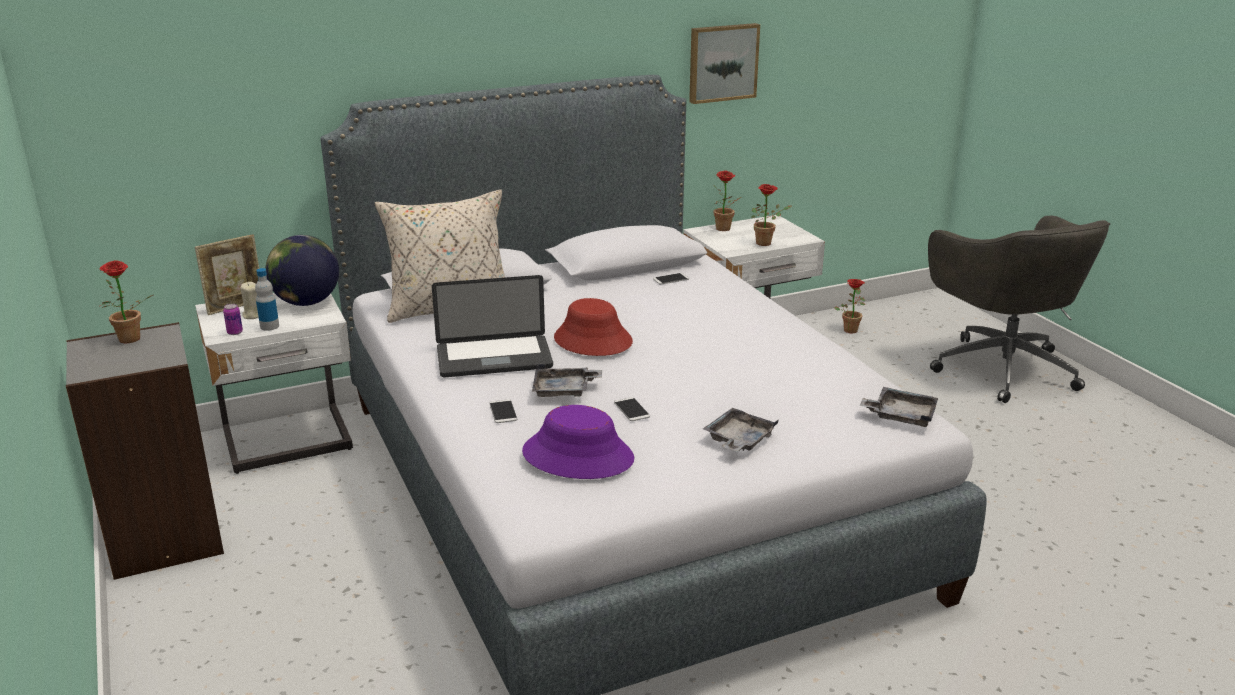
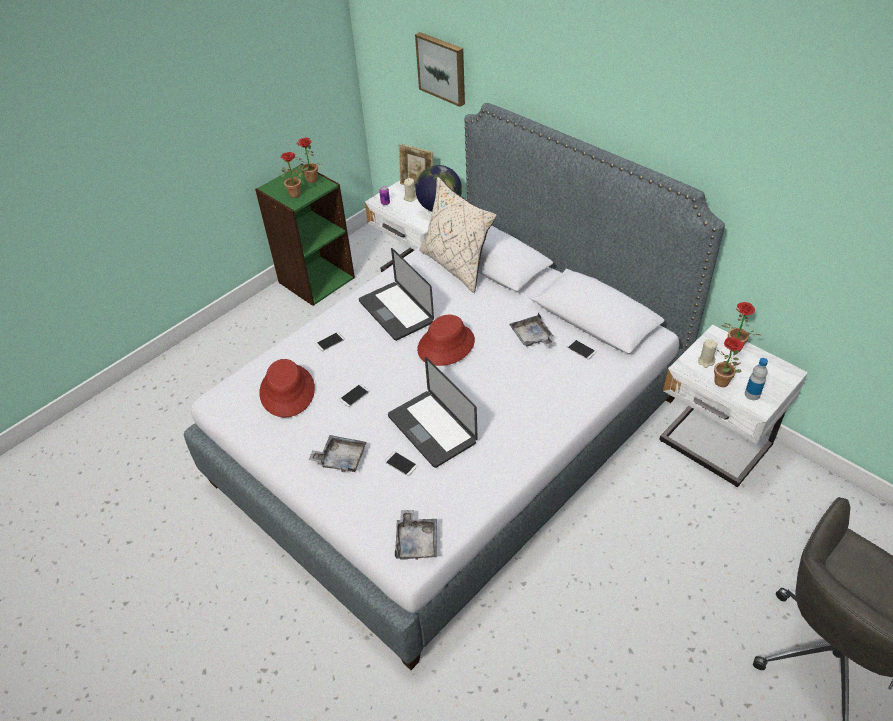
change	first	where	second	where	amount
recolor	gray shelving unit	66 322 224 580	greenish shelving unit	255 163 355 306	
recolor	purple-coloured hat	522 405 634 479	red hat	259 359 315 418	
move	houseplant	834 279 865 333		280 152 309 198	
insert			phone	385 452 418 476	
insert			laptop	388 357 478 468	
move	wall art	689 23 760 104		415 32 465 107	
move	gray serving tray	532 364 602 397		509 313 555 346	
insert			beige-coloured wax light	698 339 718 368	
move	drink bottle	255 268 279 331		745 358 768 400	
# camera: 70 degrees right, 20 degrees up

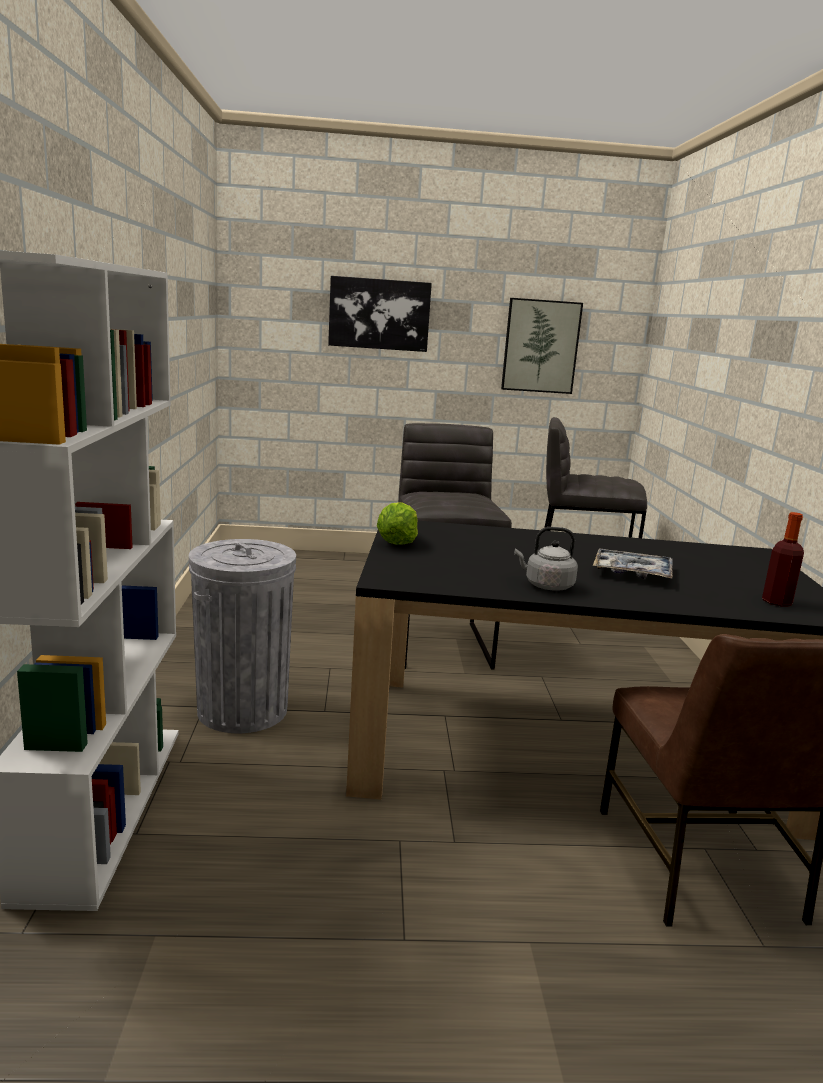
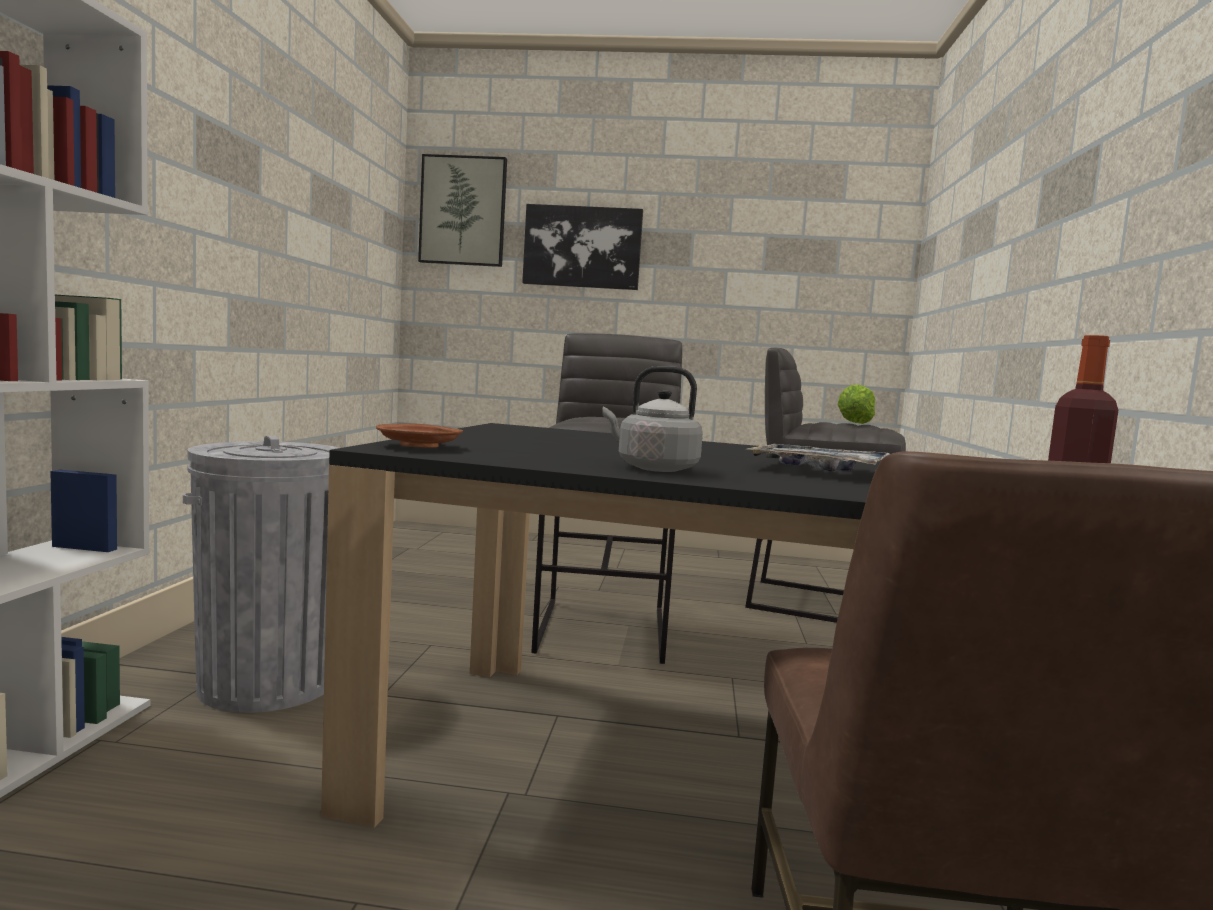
change	first	where	second	where	amount
insert			brown flat dish	376 424 463 448	
move	wall art	501 298 583 394		418 154 507 267	
move	head of lettuce	377 502 418 545		837 385 875 424	
# camera: 10 degrees right, 10 degrees down

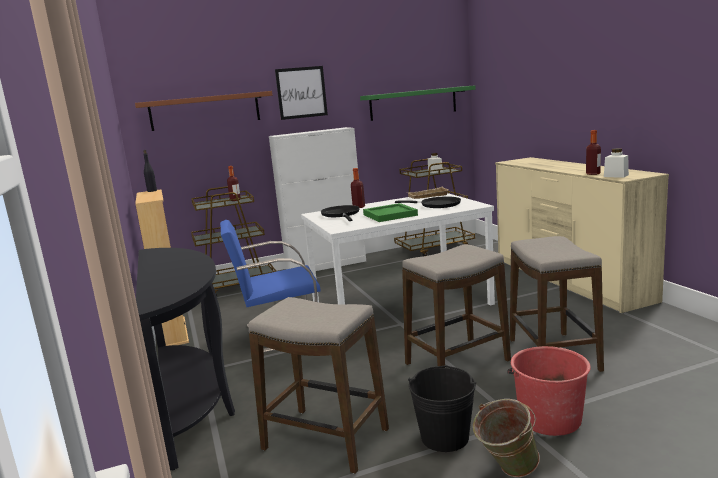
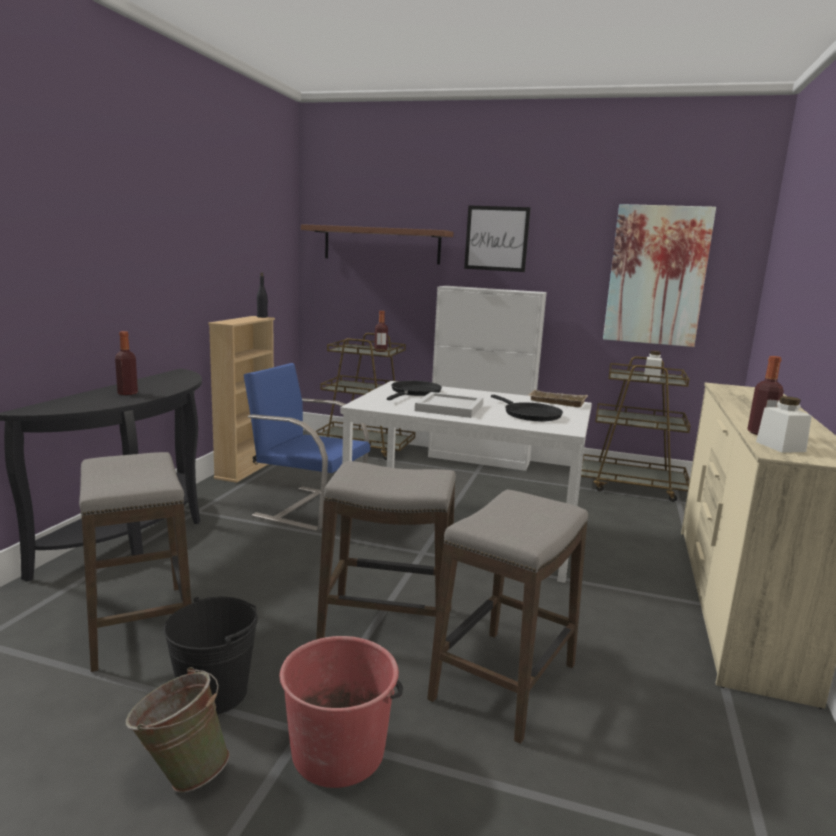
change	first	where	second	where	amount
move	drink bottle	351 168 365 208		115 331 138 395	
recolor	greenish serving tray	363 203 418 222	white serving tray	415 392 483 418	
replace	greenish wall shelf	360 85 476 121	wall art	603 204 716 347	
# camera: 35 degrees right, 0 degrees up

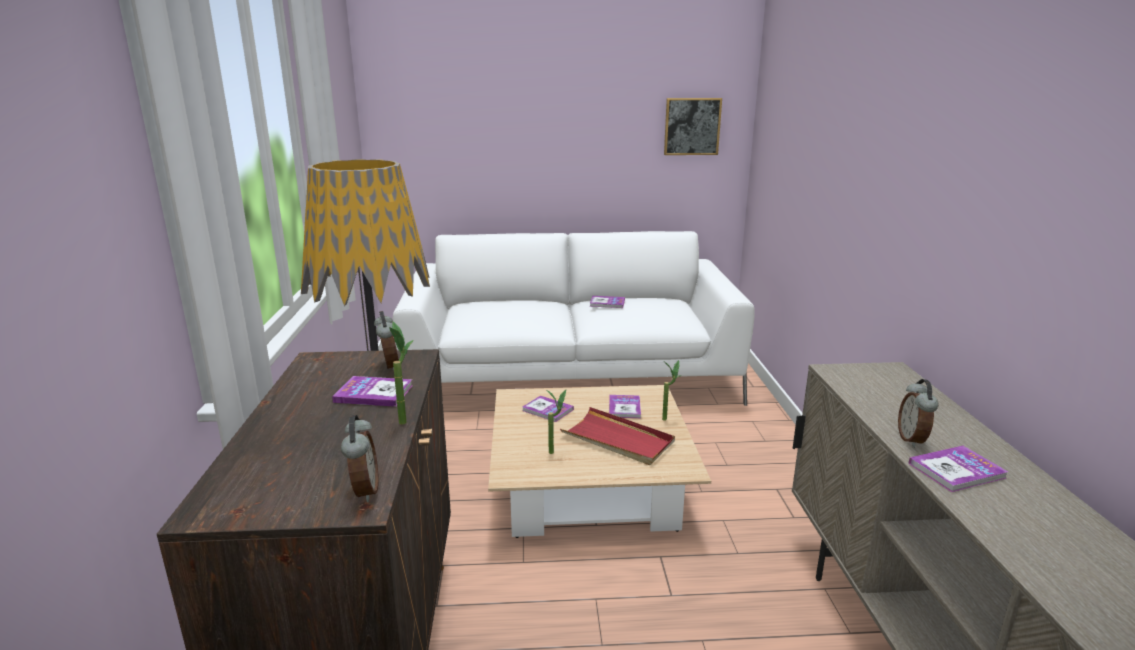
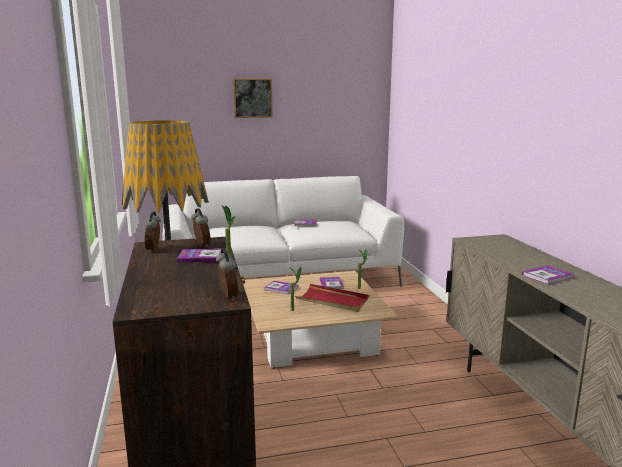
change	first	where	second	where	amount
move	bedside clock	898 379 938 448		144 212 161 253	
move	wall art	664 98 722 155		233 79 273 118	
# camera: 10 degrees left, 5 degrees down

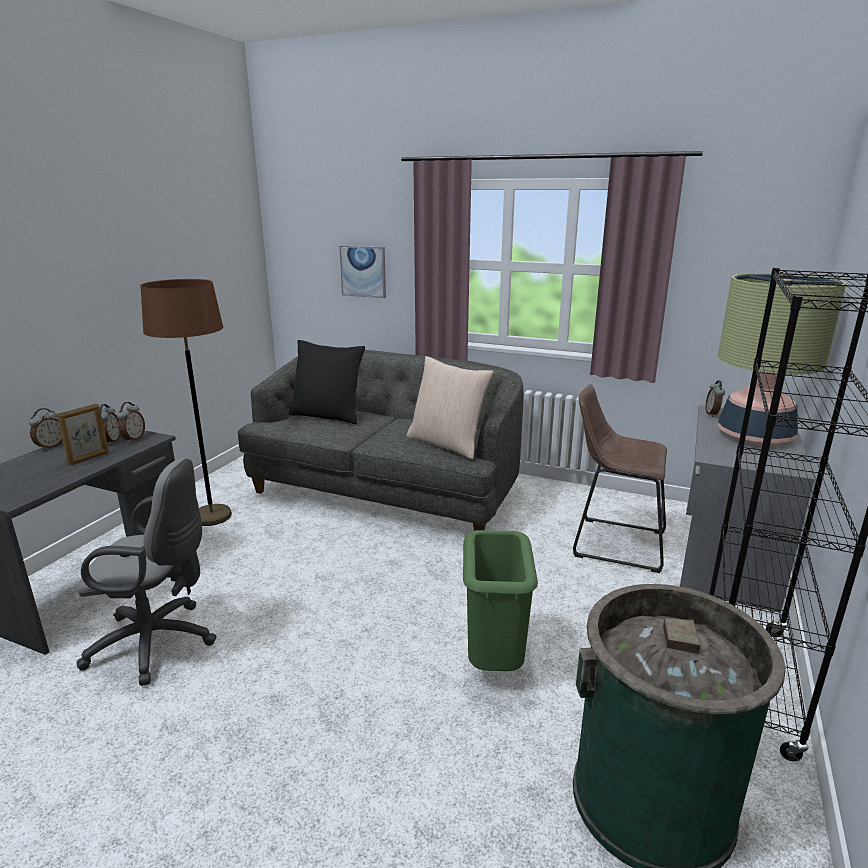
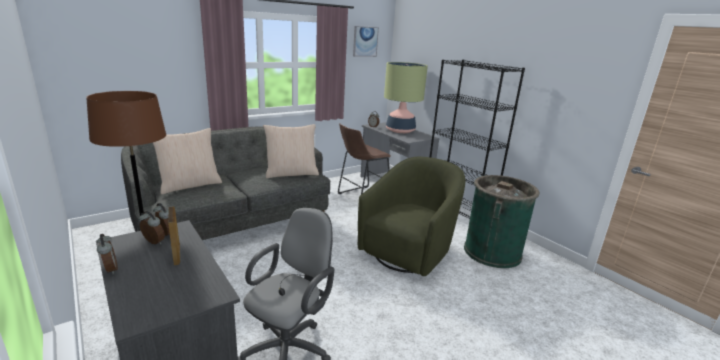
change	first	where	second	where	amount
recolor	black-coloured cushion	288 340 365 425	beige-coloured cushion	153 128 222 194	
move	wall art	339 245 386 298		353 26 379 57	
replace	greenish rubbish bin	463 530 538 671	greenish easy chair	358 157 465 276	
# camera: 60 degrees left, 0 degrees up

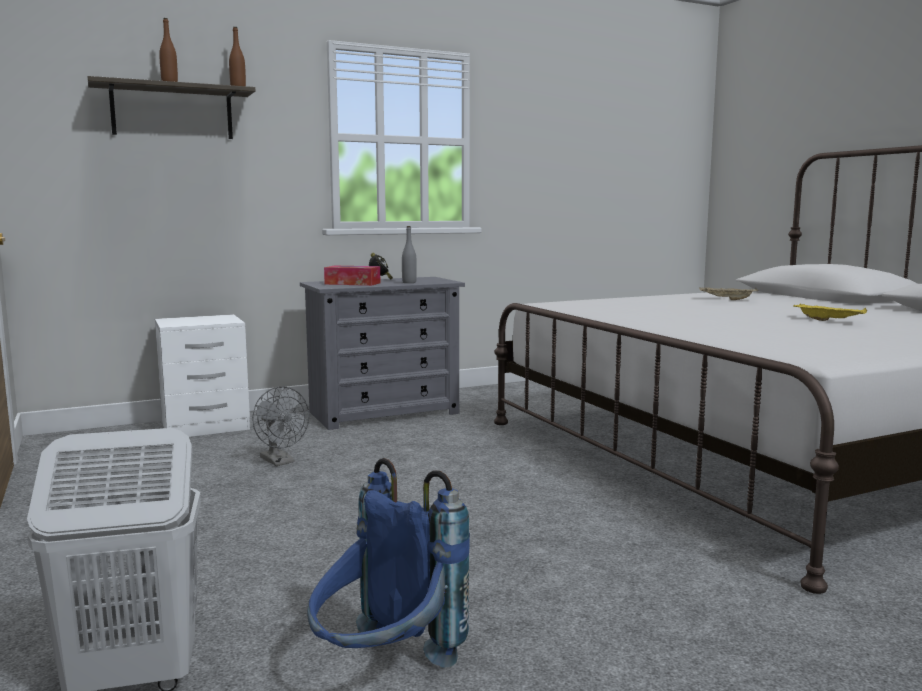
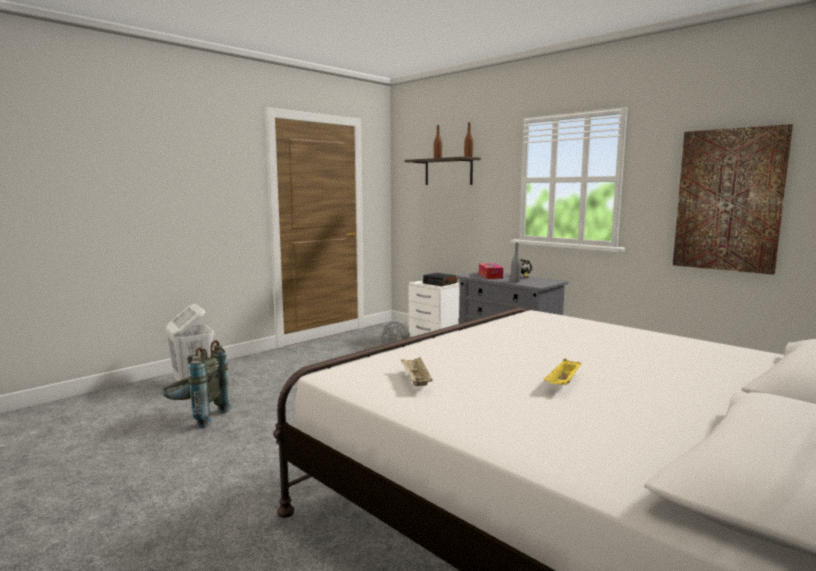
change	first	where	second	where	amount
recolor	blue-coloured backpack	307 458 470 668	gray backpack	162 340 232 429	
move	beige-coloured serving tray	699 287 758 300		401 357 433 386	
insert			bedside clock	423 273 457 286	
insert			wall art	673 124 793 275	
# camera: 70 degrees right, 0 degrees up

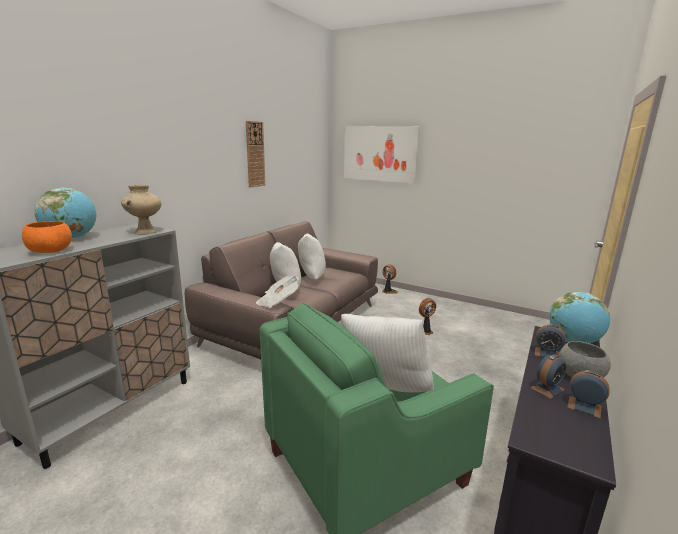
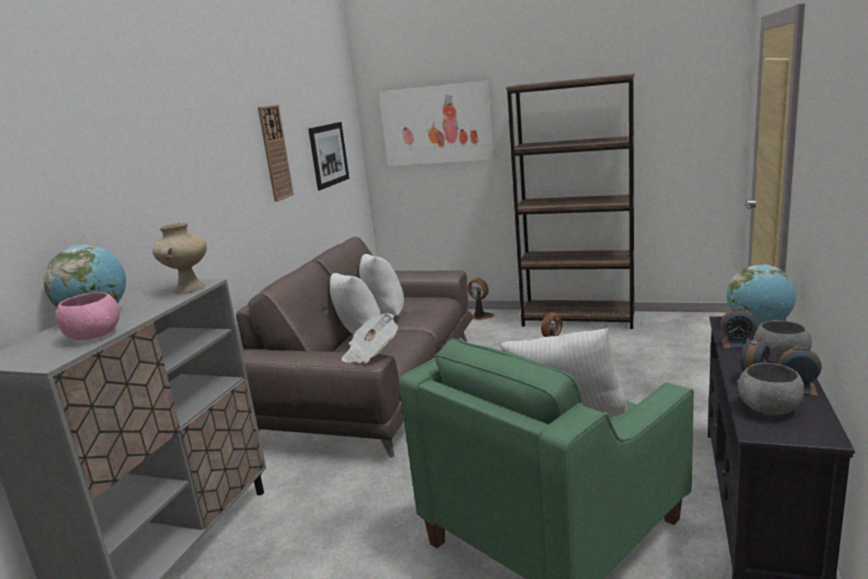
change	first	where	second	where	amount
recolor	orange-coloured serving bowl	22 221 72 253	pink serving bowl	55 292 120 340	
insert			wall art	308 122 349 190	
insert			brown shelving unit	506 74 634 329	
insert			gray serving bowl	738 363 804 415	
# camera: 10 degrees left, 0 degrees up

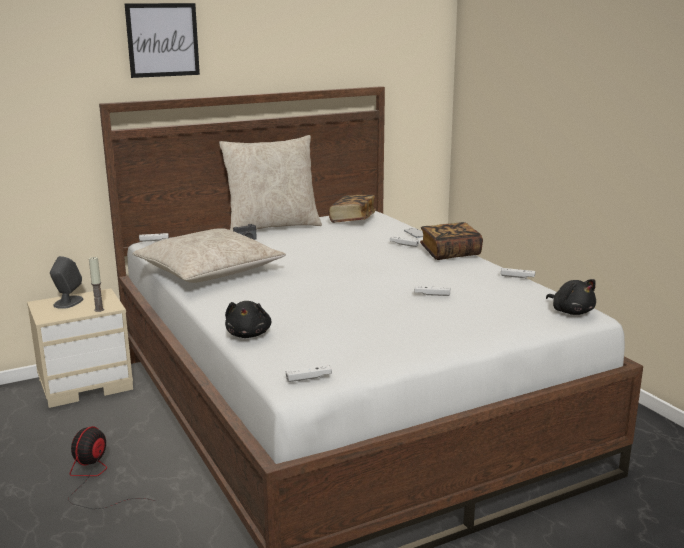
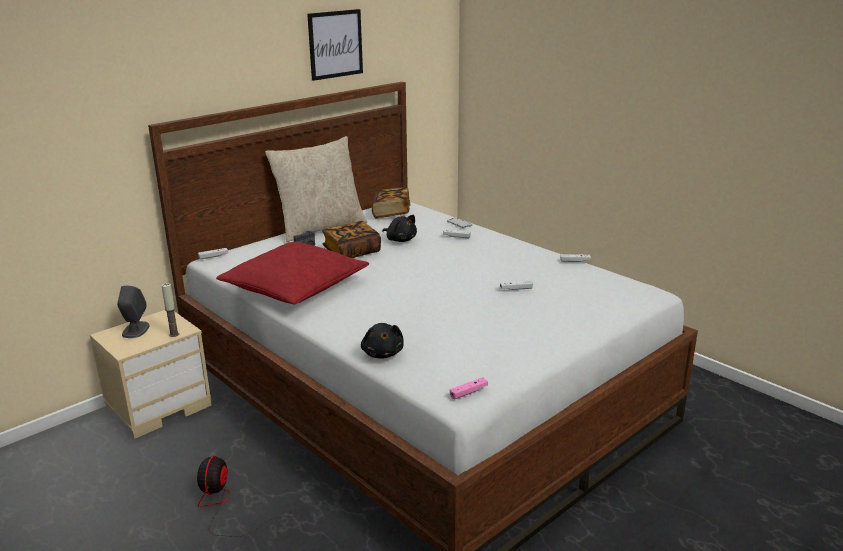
change	first	where	second	where	amount
recolor	beige-coloured cushion	133 228 286 283	red cushion	216 242 369 304	
move	wall art	125 3 200 78		307 9 363 81	
move	volume	420 222 483 260		322 221 381 258	
move	black-coloured cuddly toy	546 279 596 315		382 215 417 242	
recolor	white gamepad	286 365 332 382	pink gamepad	450 377 488 399	
# camera: 15 degrees left, 5 degrees up

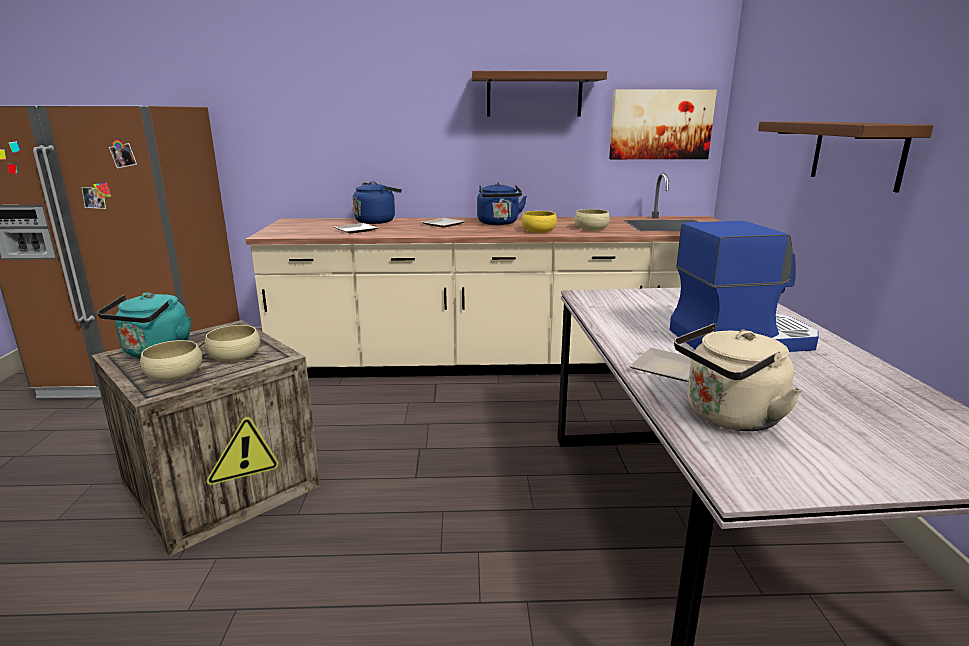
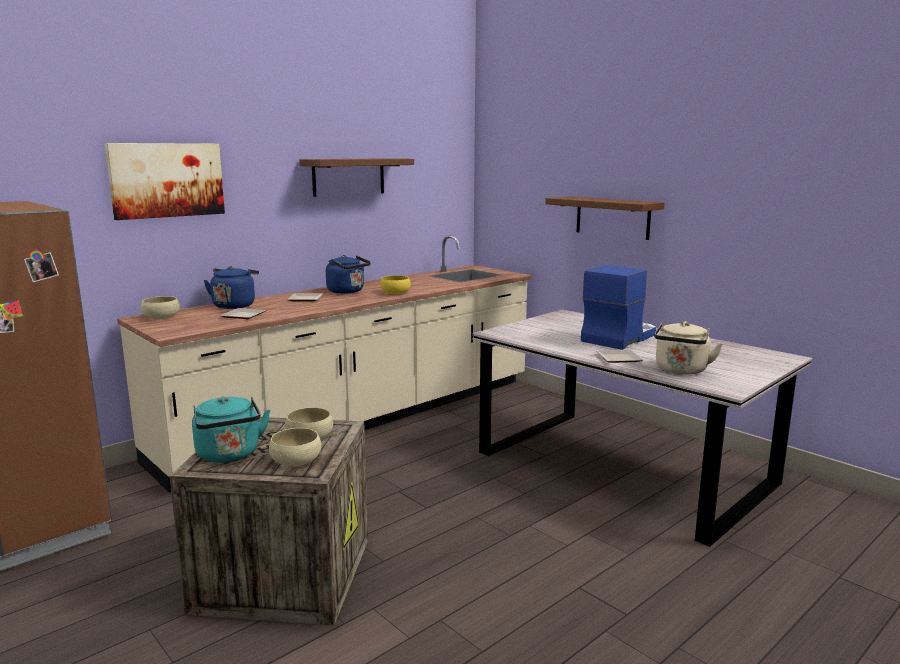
change	first	where	second	where	amount
move	wall art	609 90 717 159		105 143 225 220	
move	beige-coloured serving bowl	574 209 610 230		141 296 180 319	
# camera: 40 degrees left, 5 degrees down

